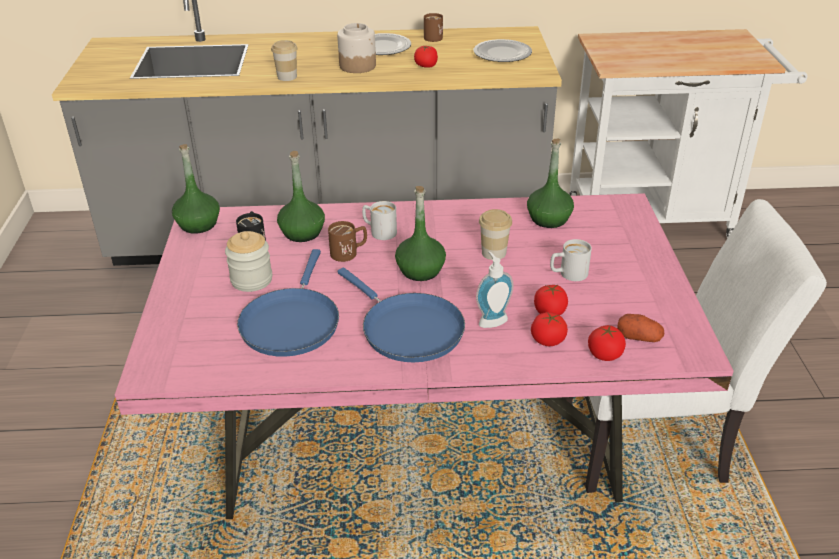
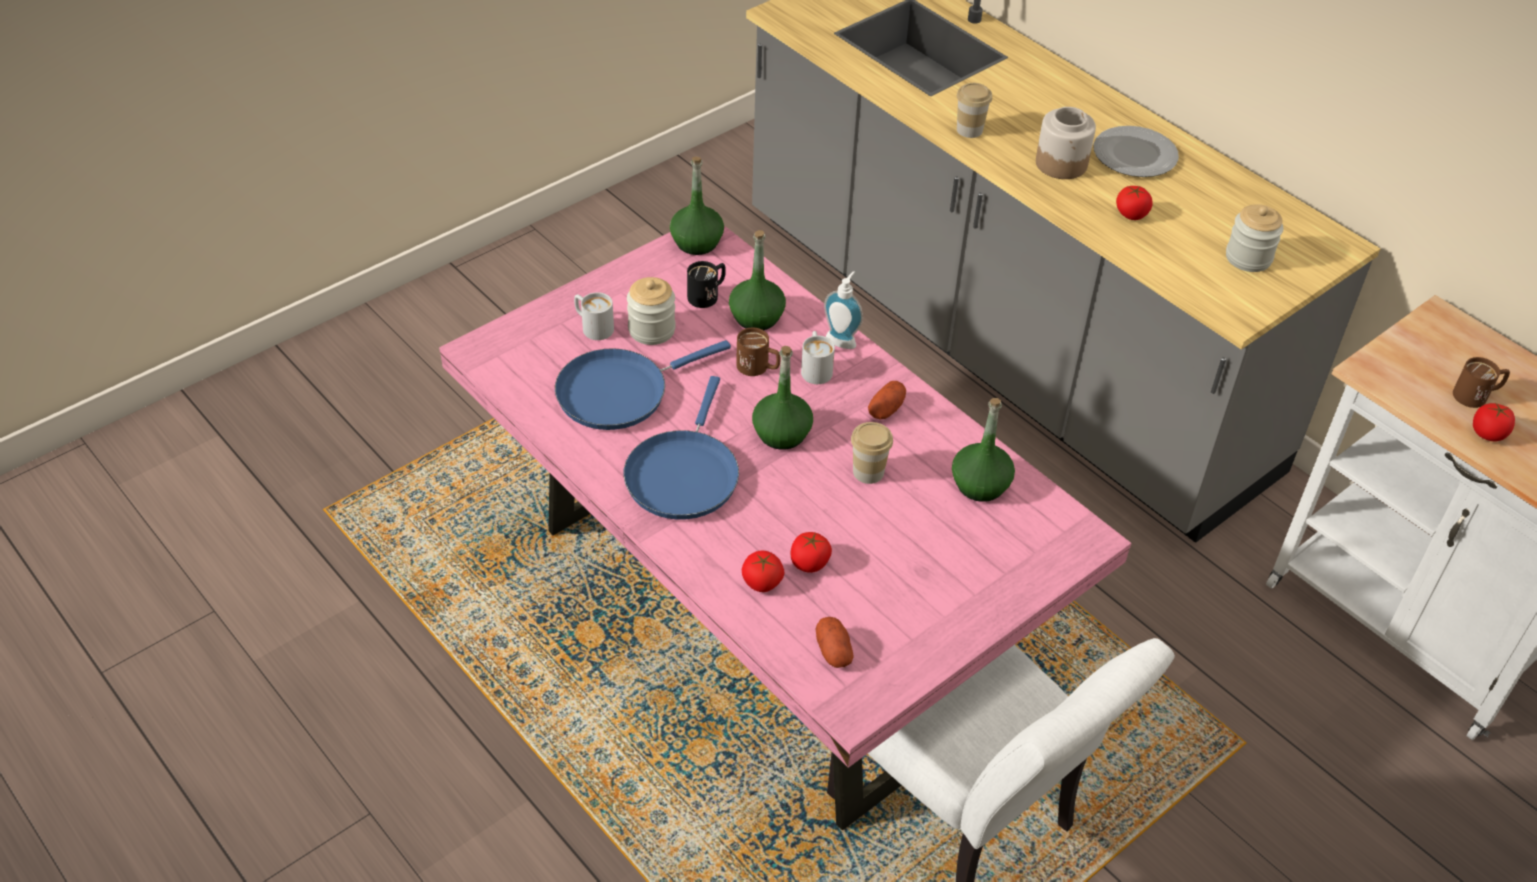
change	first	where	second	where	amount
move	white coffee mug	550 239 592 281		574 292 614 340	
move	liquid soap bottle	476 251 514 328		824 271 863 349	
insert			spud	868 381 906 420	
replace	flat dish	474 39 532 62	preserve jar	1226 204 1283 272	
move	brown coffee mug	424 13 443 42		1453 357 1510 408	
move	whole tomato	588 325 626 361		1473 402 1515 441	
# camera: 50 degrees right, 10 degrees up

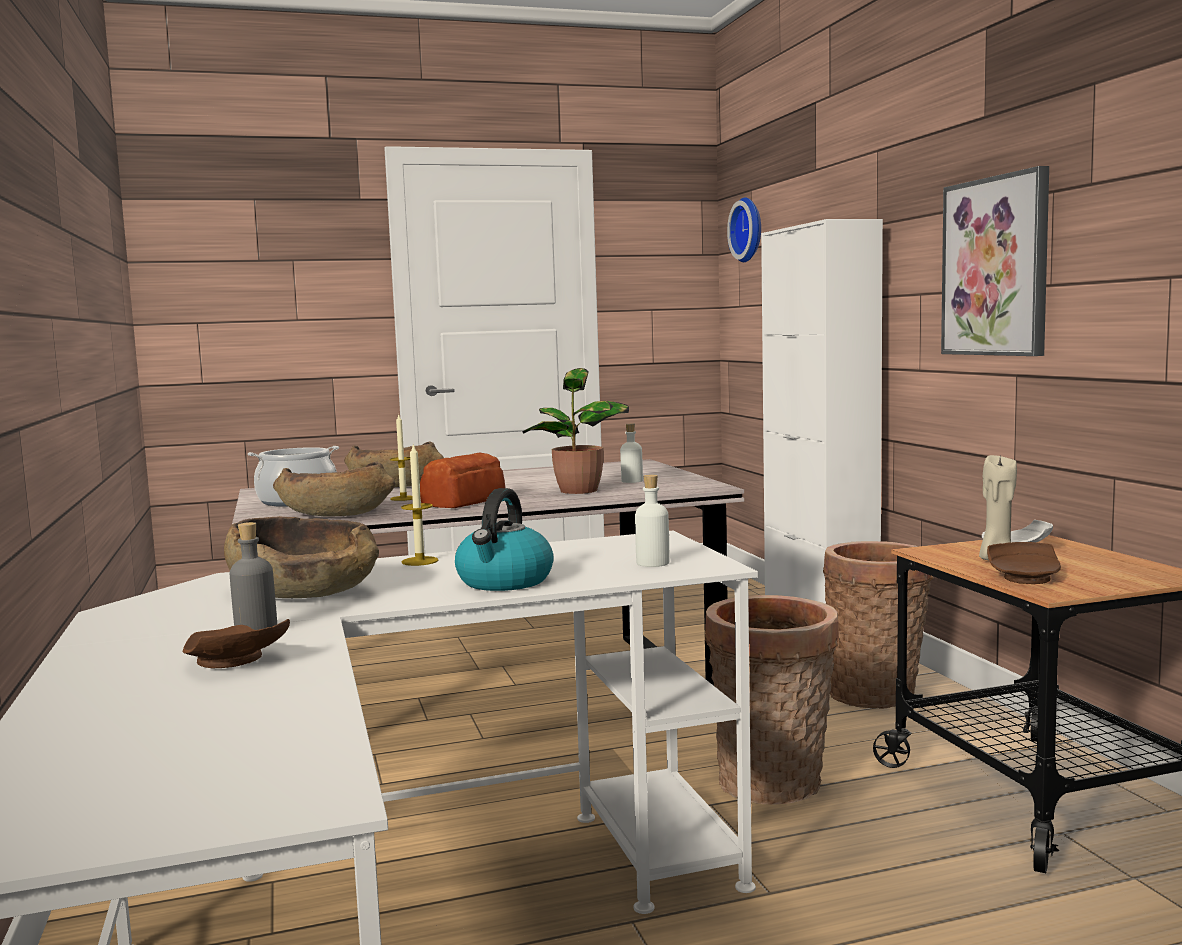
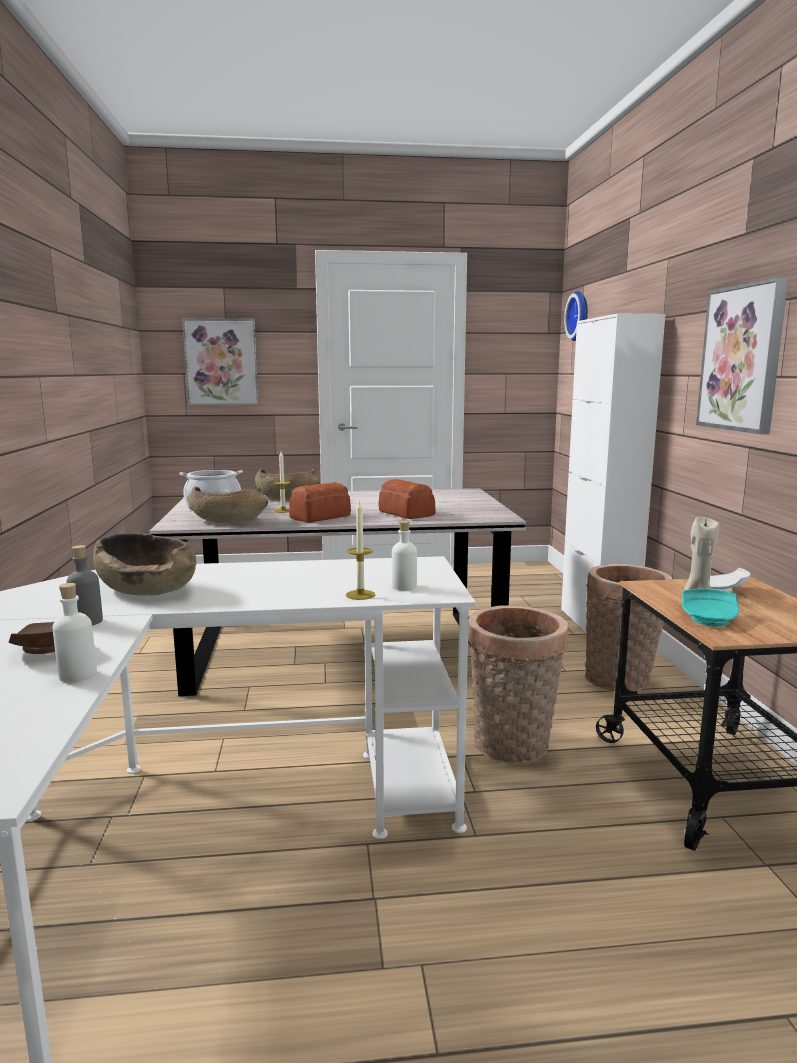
change	first	where	second	where	amount
move	white drink bottle	620 424 643 483		52 583 97 682	
insert			wall art	182 318 259 406	
move	wax light	401 443 439 566		346 500 375 600	
replace	houseplant	523 368 629 494	baked bread	378 479 436 519	
recolor	brown flat dish	987 542 1061 584	turquoise flat dish	682 589 739 627	
delete	kettle	455 488 554 591			
# camera: 10 degrees right, 5 degrees up

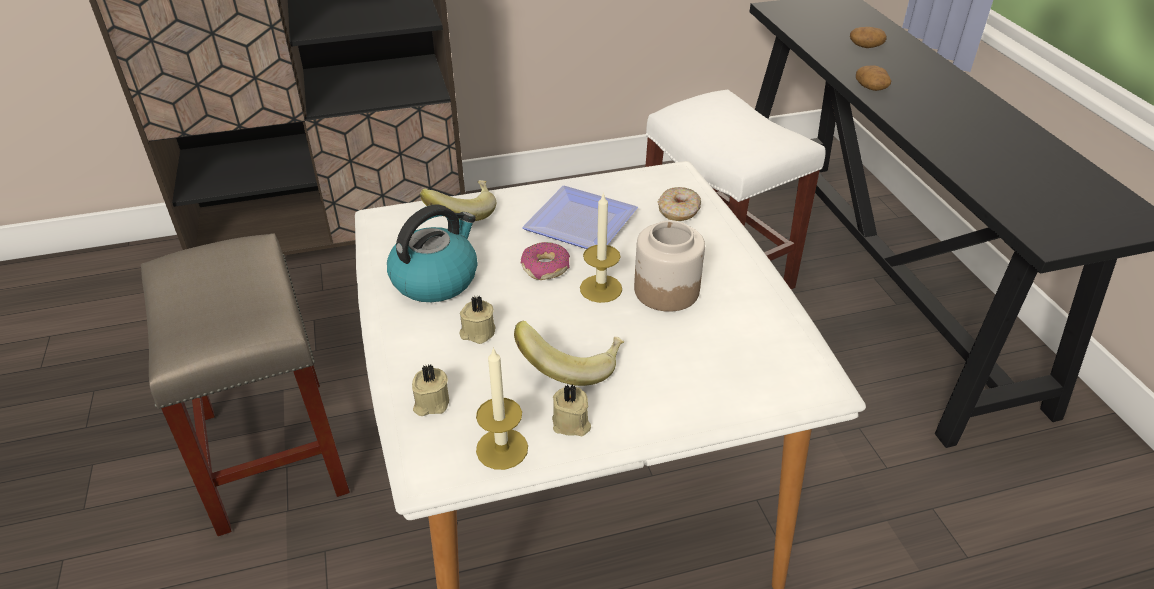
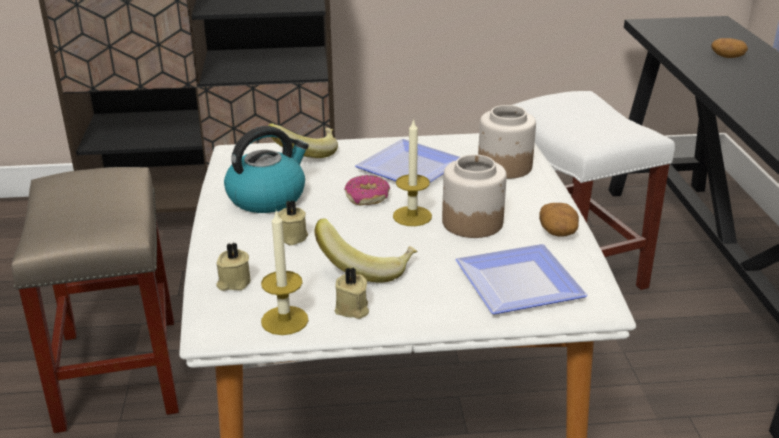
change	first	where	second	where	amount
insert			flat dish	455 244 588 314	
replace	ring doughnut	658 187 701 221	preserve jar	478 105 536 179	
move	spud	856 65 891 91		539 203 579 237	
# camera: 10 degrees right, 10 degrees down

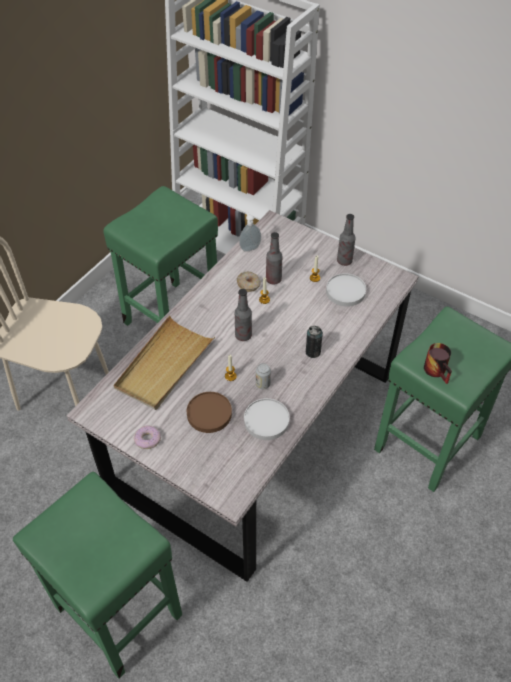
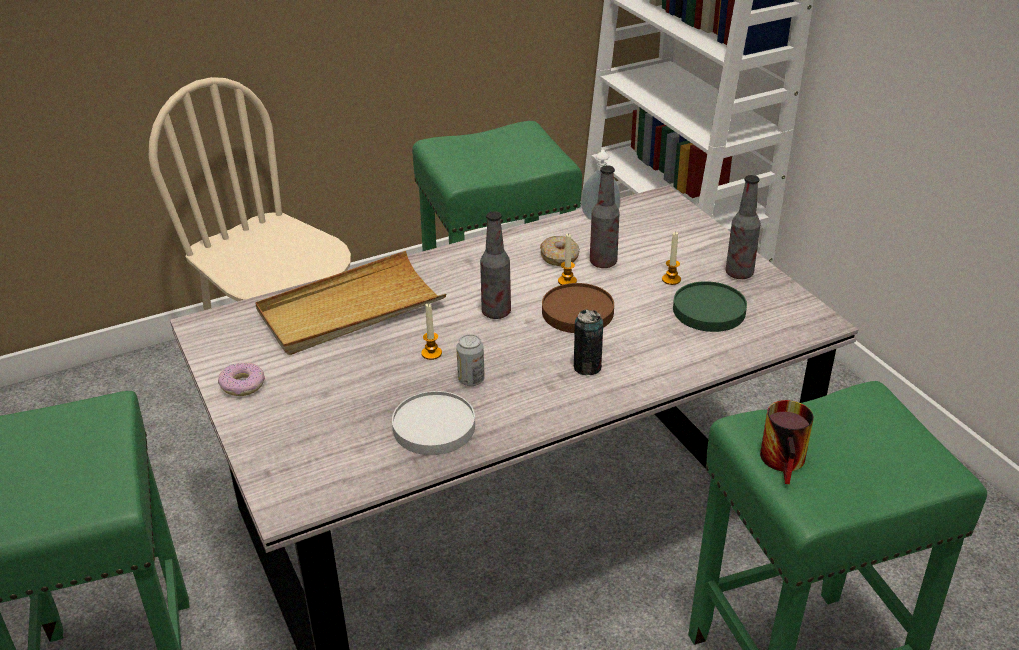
change	first	where	second	where	amount
move	brown flat dish	187 392 232 433		542 283 614 333	
recolor	white flat dish	326 273 366 307	greenish flat dish	673 281 747 332	
# camera: 30 degrees right, 15 degrees down

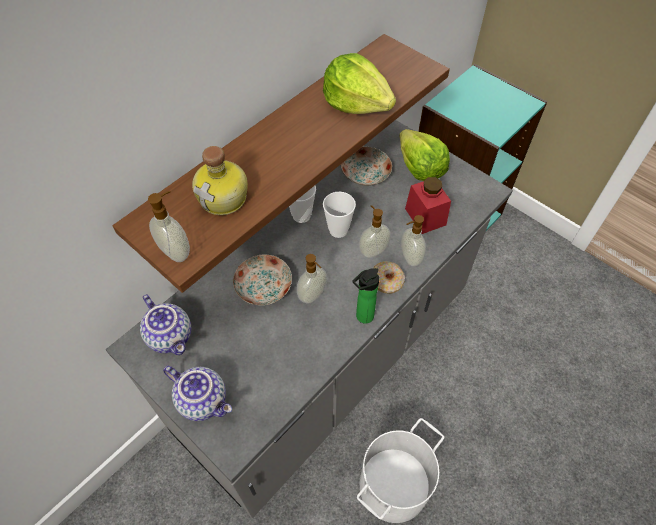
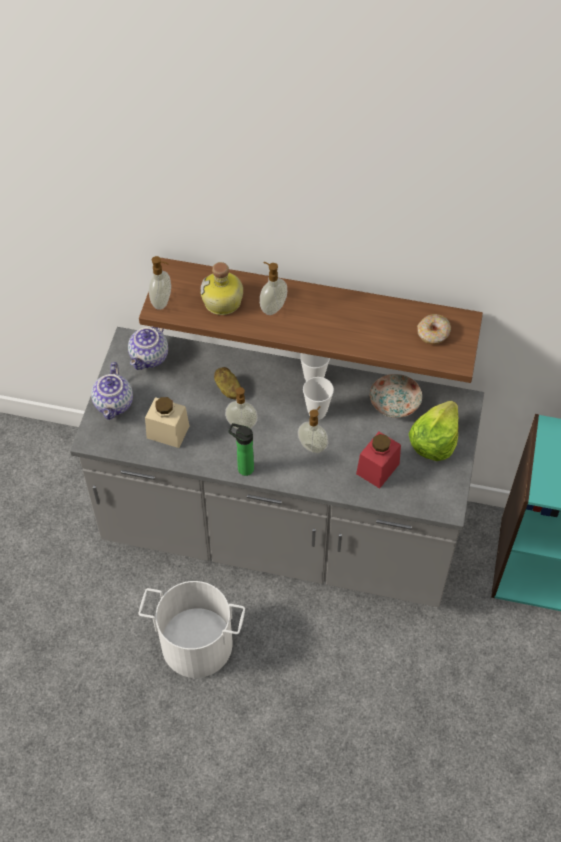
change	first	where	second	where	amount
insert			beige-coloured preserve jar	145 397 190 448	
replace	flat dish	233 255 292 305	spud	214 367 241 399	
move	liquid soap bottle	401 215 426 267		260 262 287 315	
move	ring doughnut	373 261 405 294		417 314 451 344	
delete	head of lettuce	323 53 396 114			
# camera: 60 degrees right, 0 degrees up

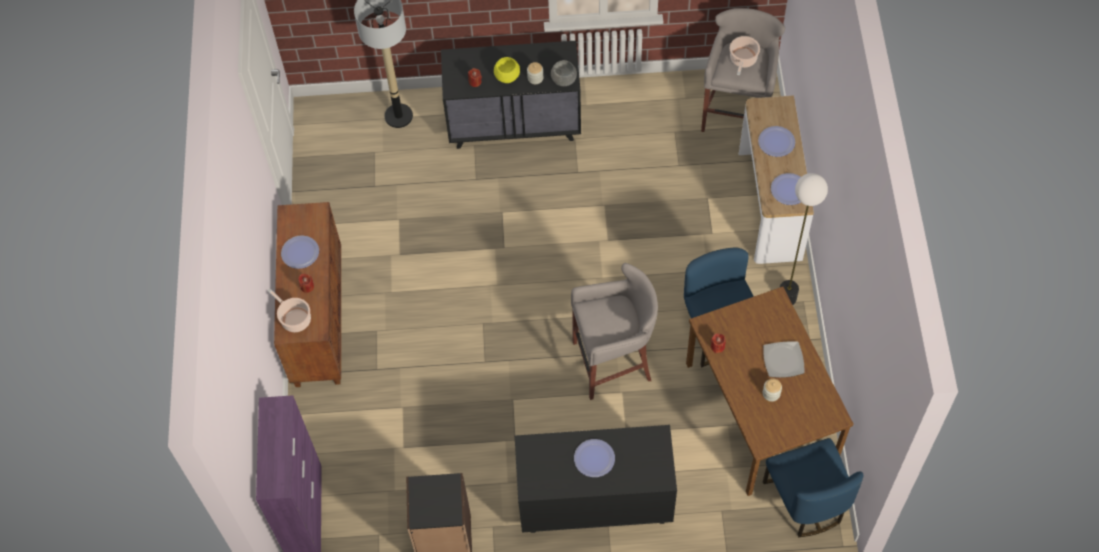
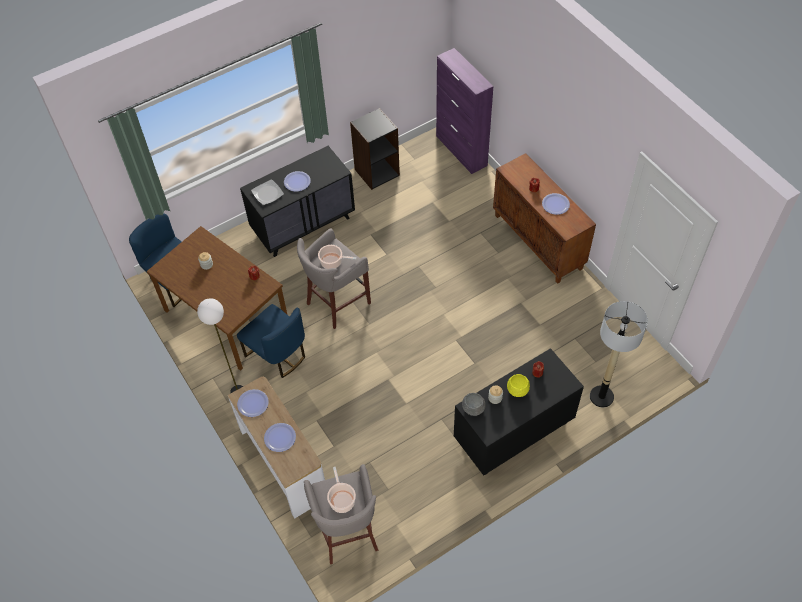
change	first	where	second	where	amount
move	flat dish	763 341 805 378		251 179 284 205	
move	cooking pot	267 288 311 332		318 245 357 269	
# camera: 150 degrees right, 5 degrees down

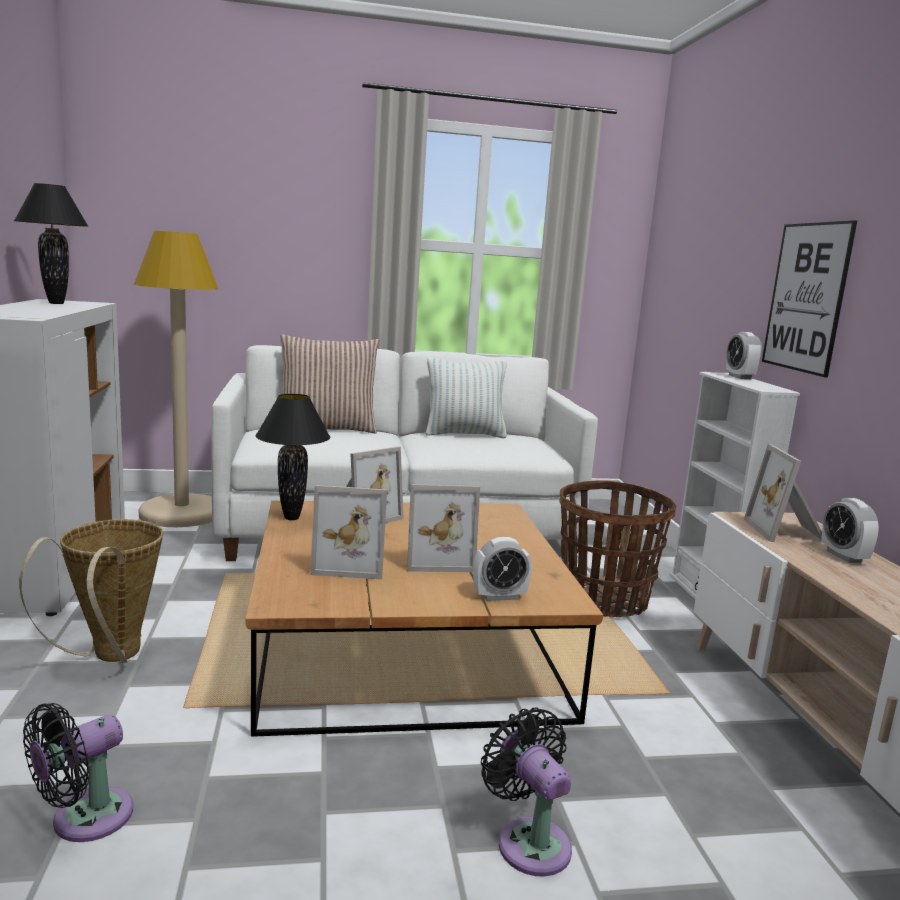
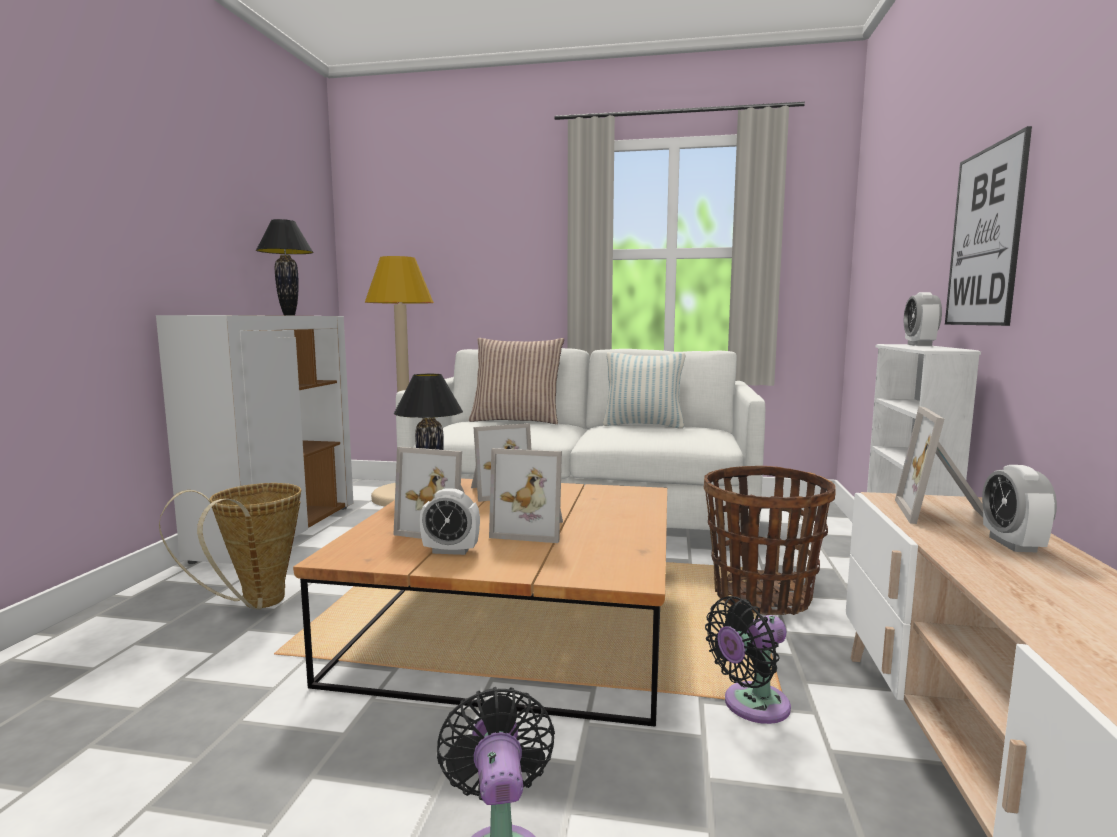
change	first	where	second	where	amount
move	bedside clock	473 537 532 601		420 488 480 555	
move	black-coloured electric fan	23 703 133 842		705 596 791 724	
# camera: 20 degrees right, 5 degrees down

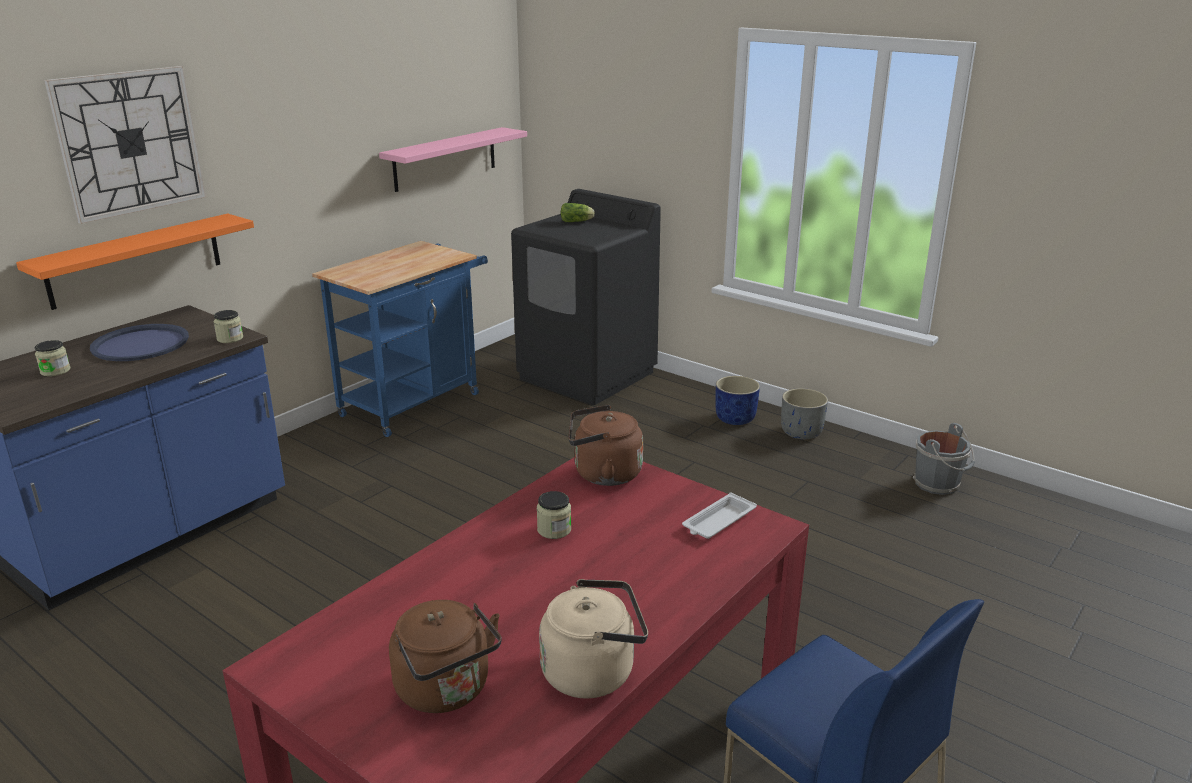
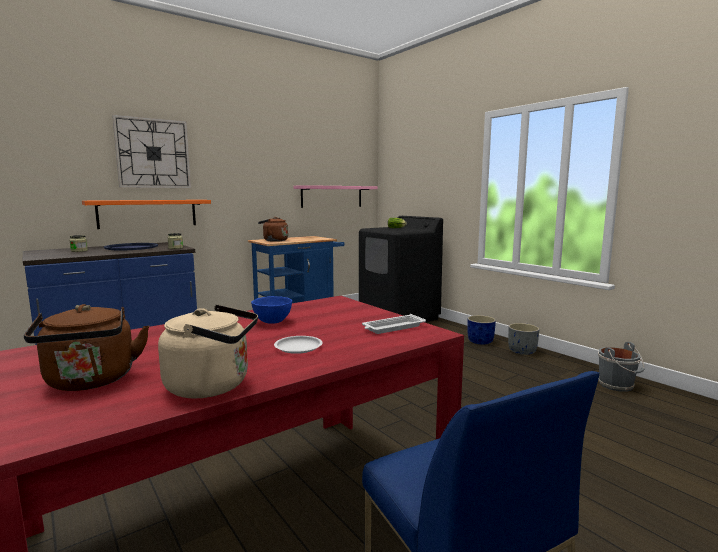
change	first	where	second	where	amount
replace	preserve jar	537 491 571 539	blue-coloured serving bowl	251 296 292 324	
move	brown kettle	569 405 643 486		258 217 288 242	
insert			white flat dish	274 336 323 354	
# camera: 15 degrees right, 15 degrees down

